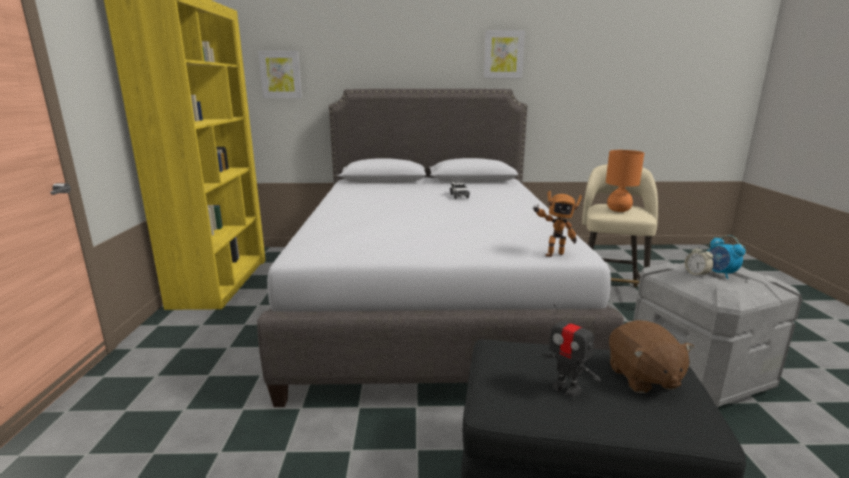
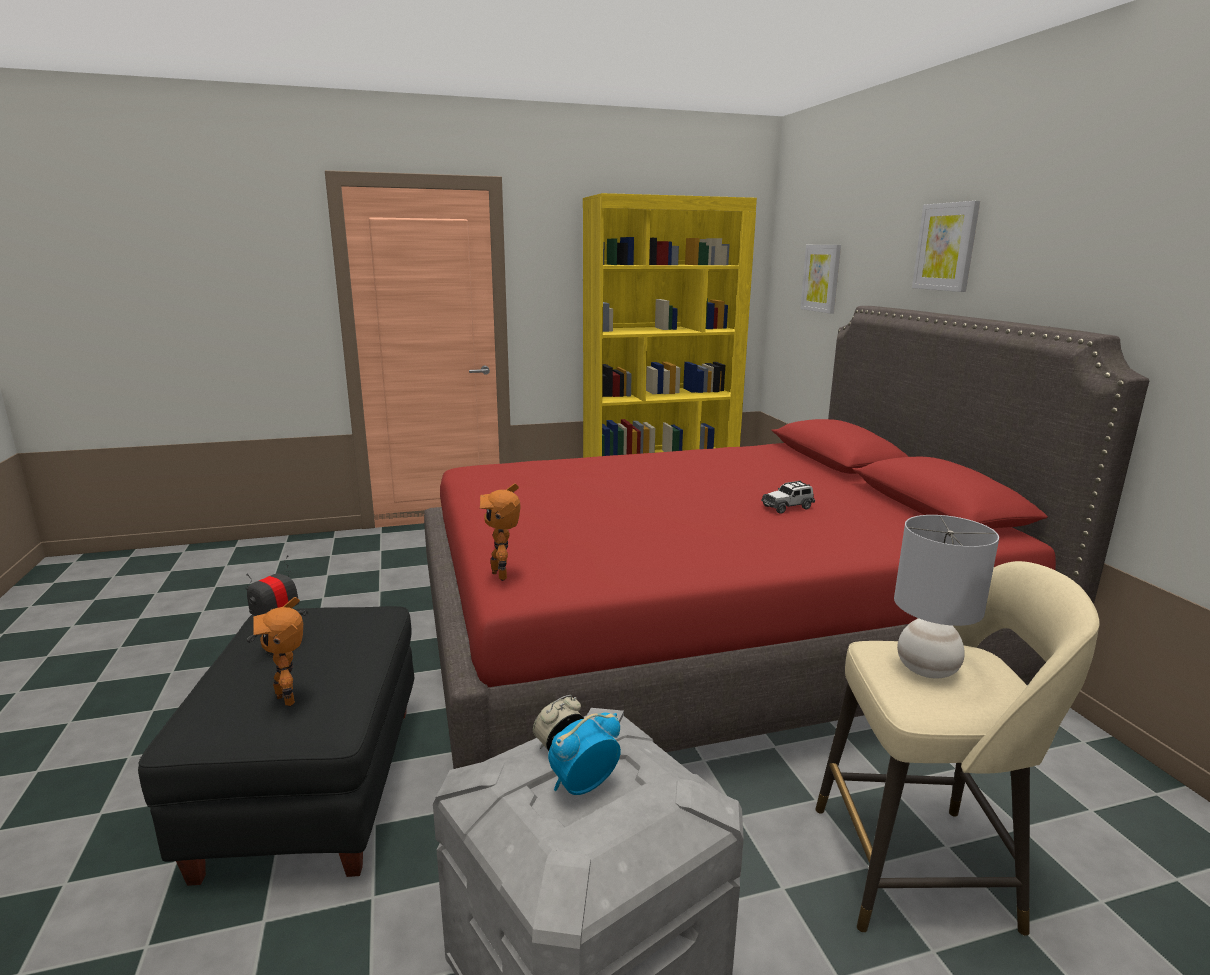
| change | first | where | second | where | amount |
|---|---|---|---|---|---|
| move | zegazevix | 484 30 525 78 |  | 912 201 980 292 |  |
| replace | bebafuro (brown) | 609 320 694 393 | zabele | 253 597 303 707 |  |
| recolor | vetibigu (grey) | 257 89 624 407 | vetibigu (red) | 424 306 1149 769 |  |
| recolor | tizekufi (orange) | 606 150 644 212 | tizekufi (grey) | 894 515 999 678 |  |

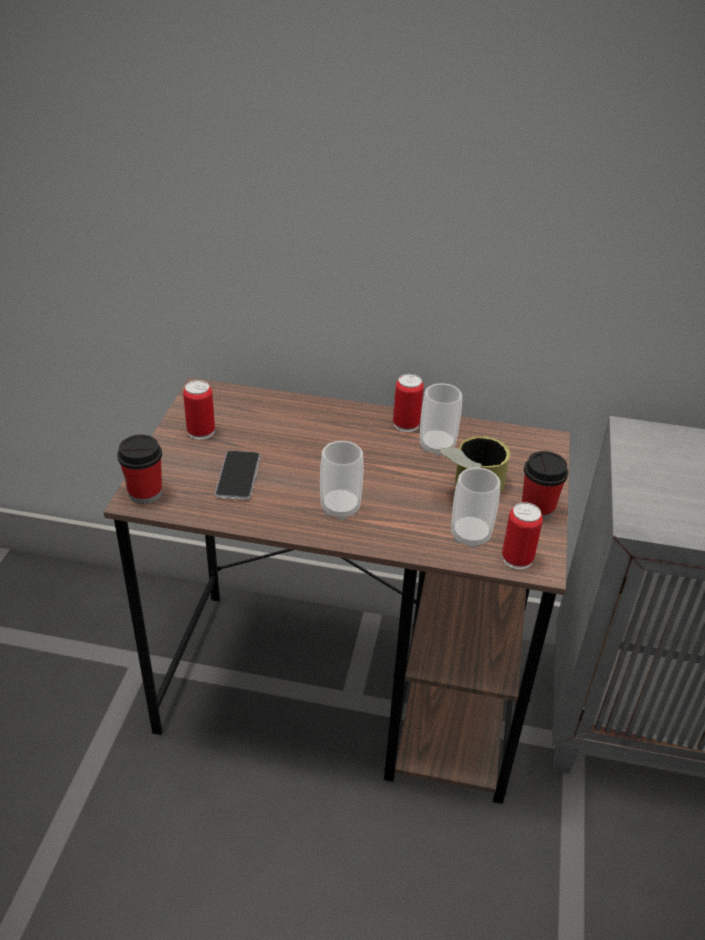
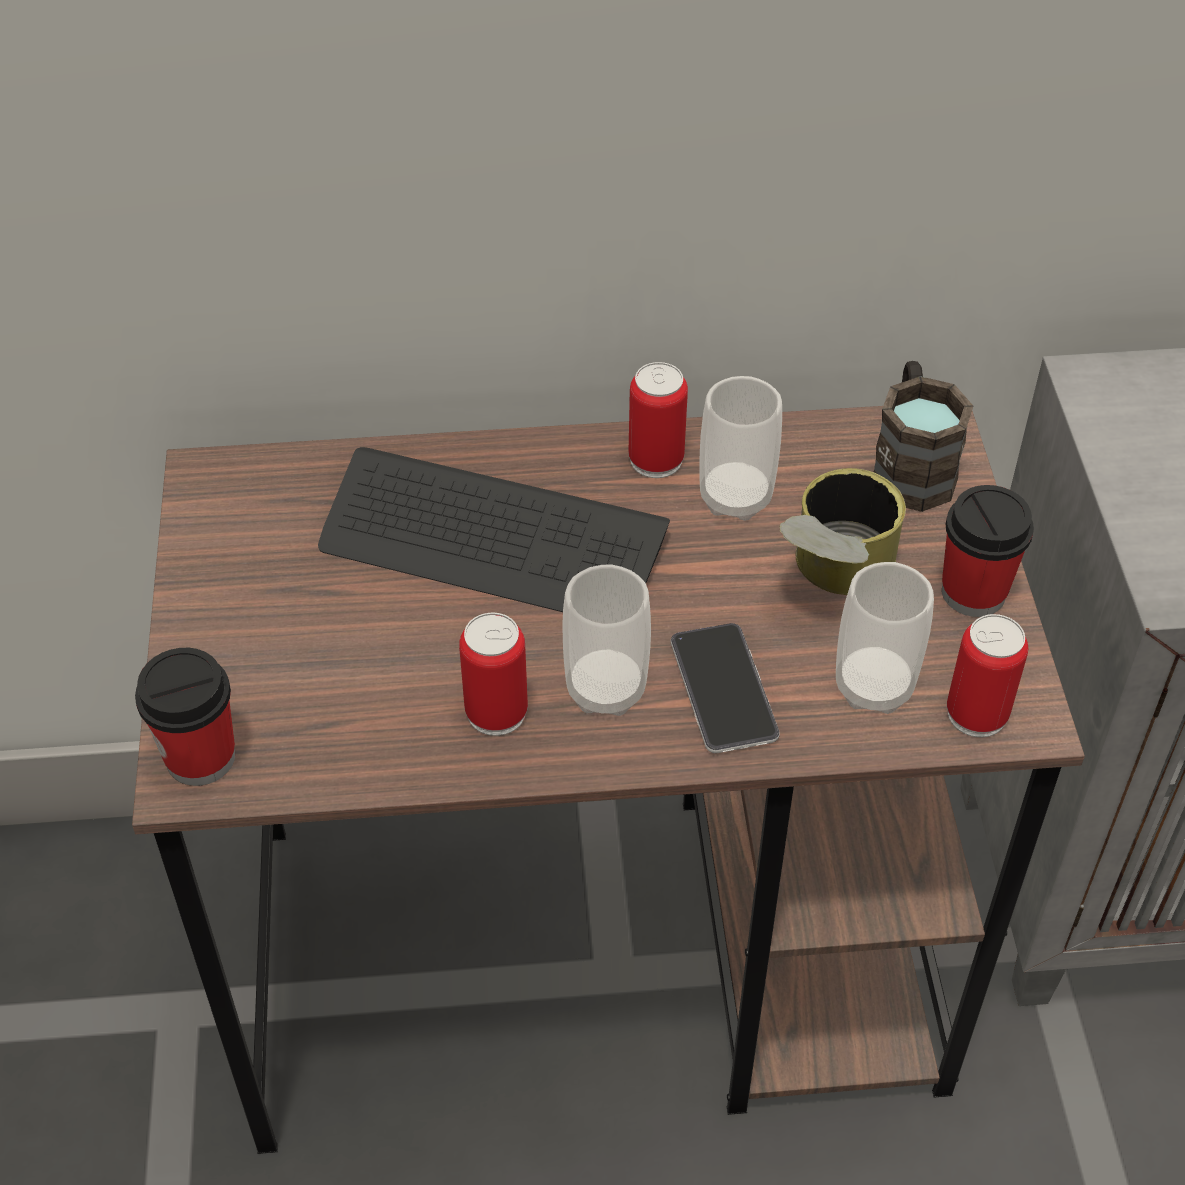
| change | first | where | second | where | amount |
|---|---|---|---|---|---|
| insert |  |  | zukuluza | 318 447 670 612 |  |
| insert |  |  | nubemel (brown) | 874 361 973 512 |  |
| move | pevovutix | 183 380 215 440 |  | 459 613 528 736 |  |
| move | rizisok | 215 451 260 500 |  | 671 623 780 753 |  |

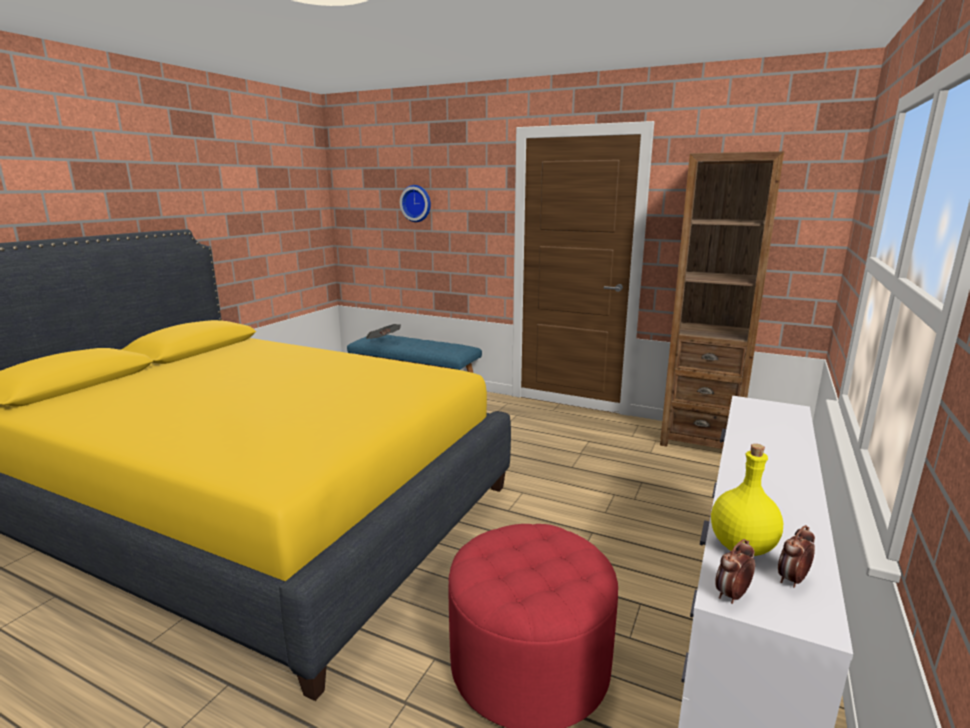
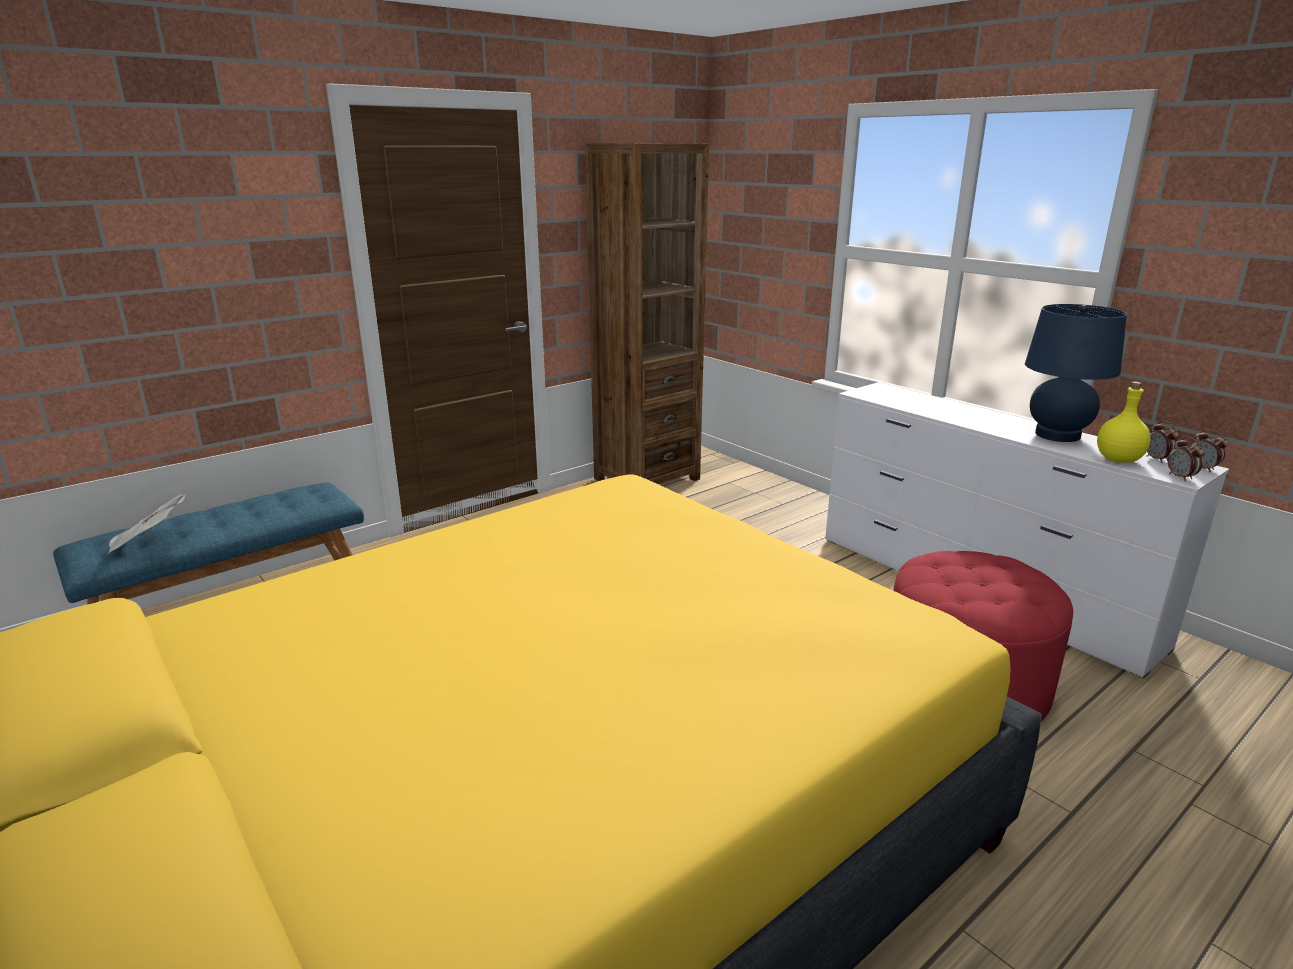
| change | first | where | second | where | amount |
|---|---|---|---|---|---|
| delete | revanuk | 400 185 431 222 |  |  |  |
| insert |  |  | tizekufi (blue) | 1025 304 1127 442 |  |
| insert |  |  | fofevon | 1191 429 1228 472 |  |

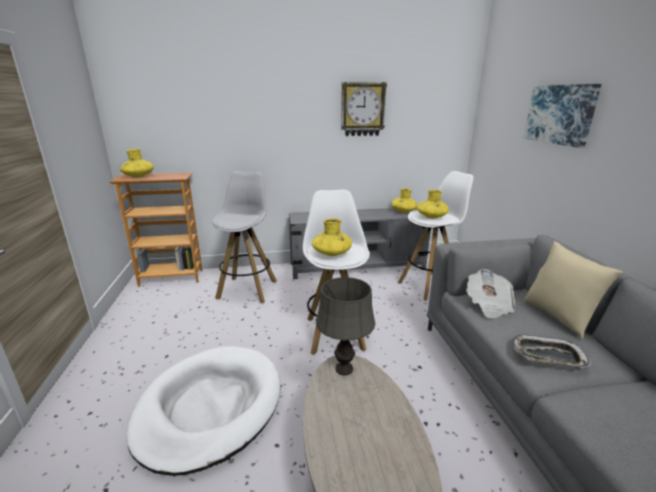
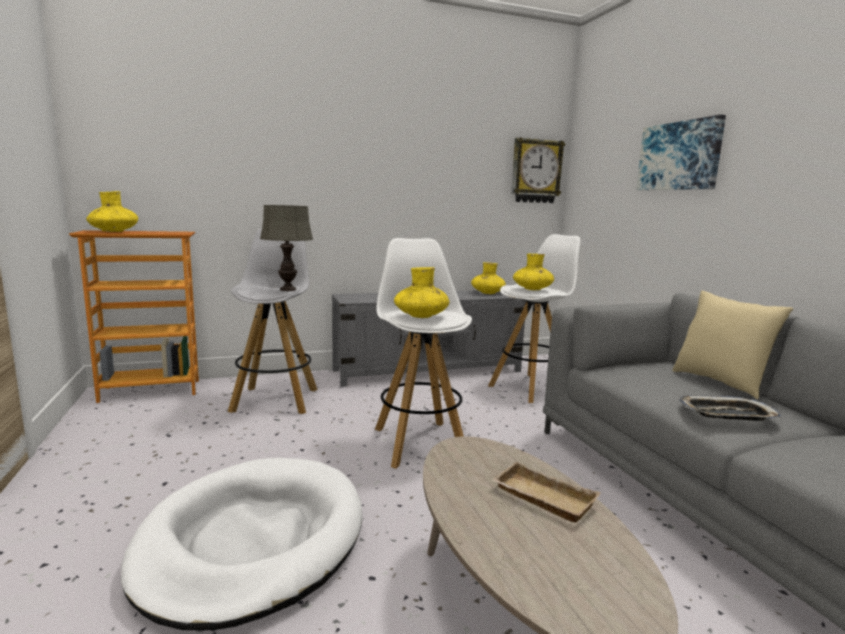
| change | first | where | second | where | amount |
|---|---|---|---|---|---|
| delete | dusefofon | 466 269 515 318 |  |  |  |
| insert |  |  | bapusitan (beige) | 491 462 600 523 |  |
| move | tizekufi (grey) | 316 277 375 375 |  | 260 205 313 291 |  |
| move | revanuk | 341 82 387 136 |  | 511 137 565 203 |  |

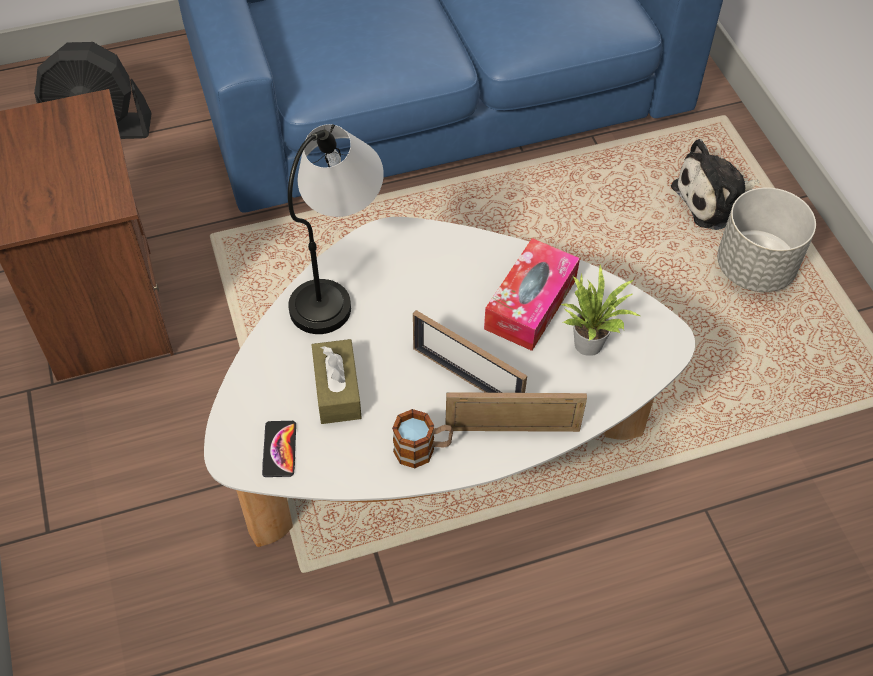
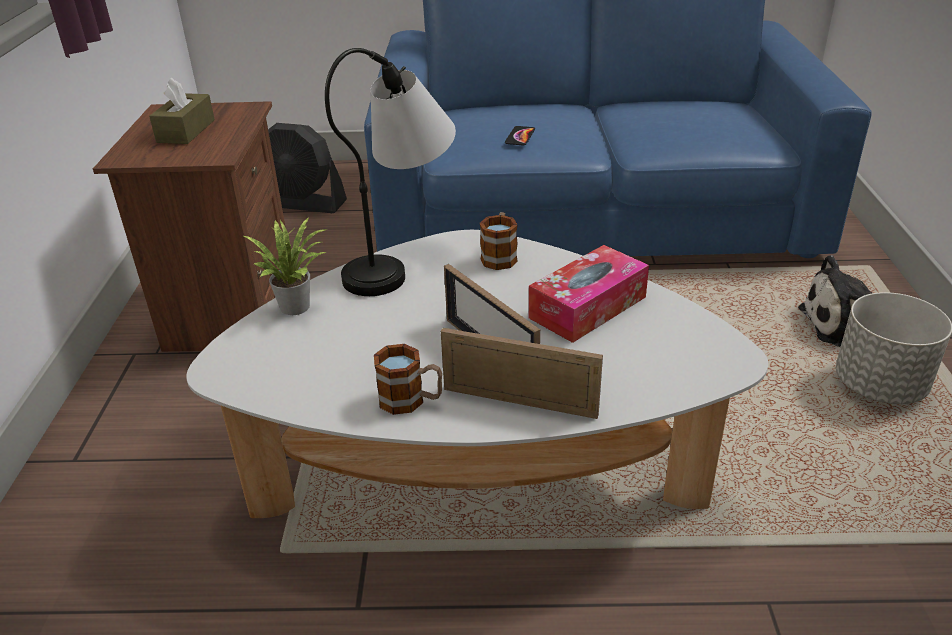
| change | first | where | second | where | amount |
|---|---|---|---|---|---|
| insert |  |  | nubemel | 480 212 518 270 |  |
| move | rizisok | 262 421 296 477 |  | 505 126 535 145 |  |
| move | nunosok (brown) | 312 339 362 424 |  | 149 77 215 144 |  |
| move | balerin | 561 265 640 356 |  | 242 217 327 315 |  |

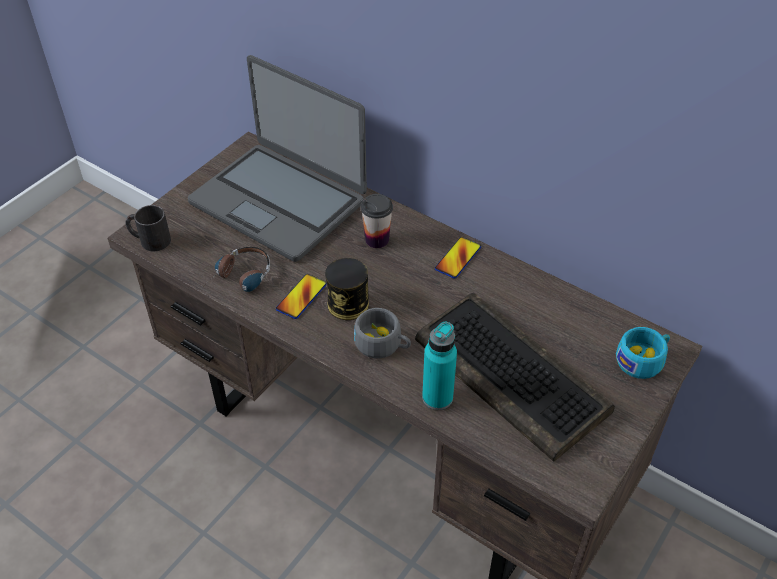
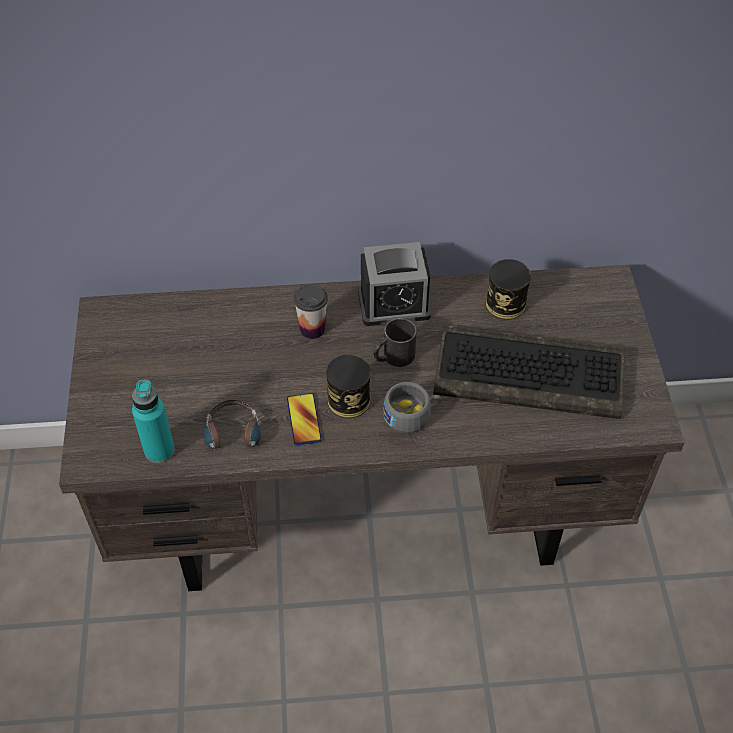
| change | first | where | second | where | amount |
|---|---|---|---|---|---|
| delete | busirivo | 188 55 367 262 |  |  |  |
| delete | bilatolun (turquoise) | 616 327 670 379 |  |  |  |
| insert |  |  | pevovutix | 486 259 531 320 |  |
| move | nubemel (black) | 126 205 171 251 |  | 373 318 417 367 |  |
| move | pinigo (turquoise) | 422 322 457 410 |  | 132 379 175 463 |  |
| replace | rizisok | 435 237 481 279 | fofevon | 358 242 431 326 |  |

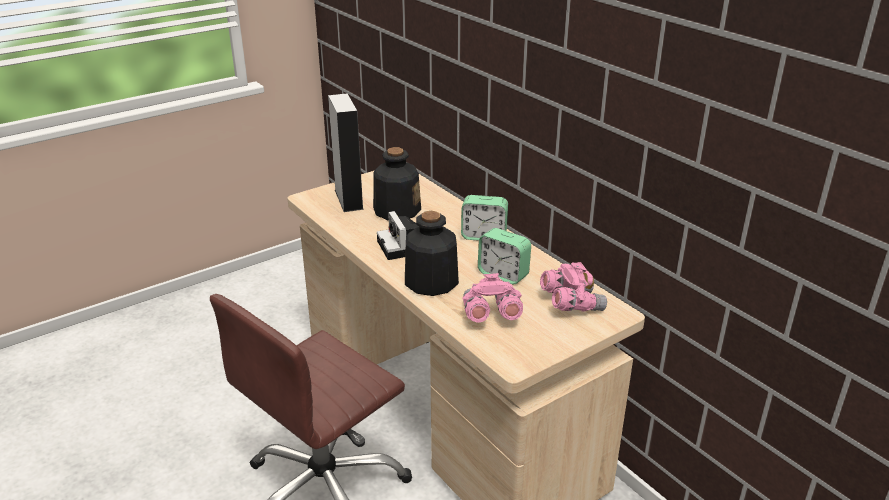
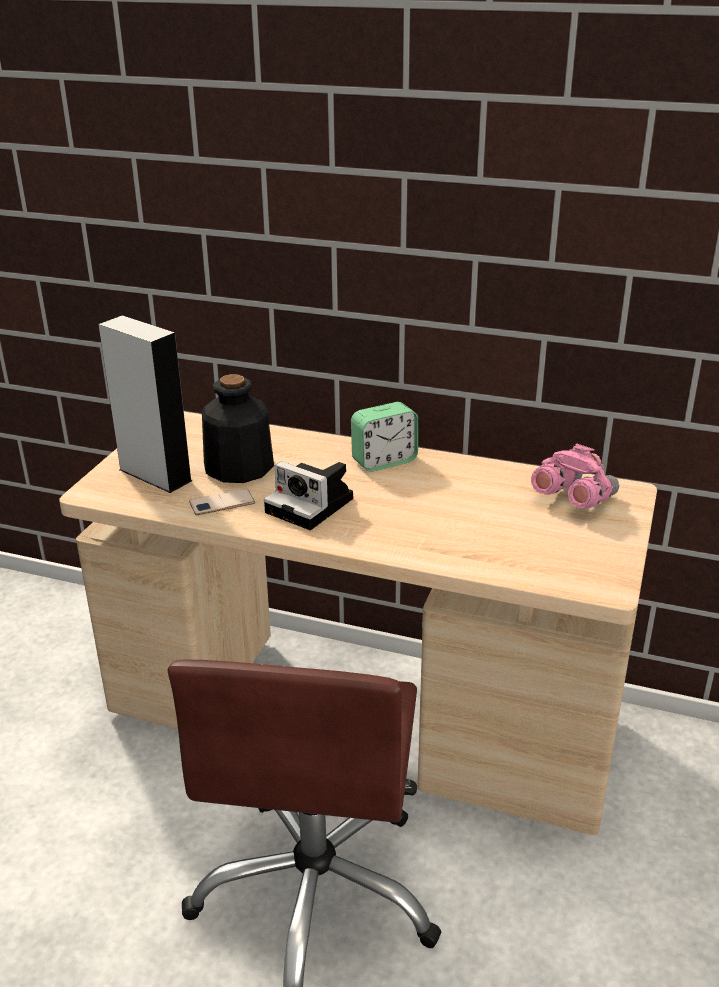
| change | first | where | second | where | amount |
|---|---|---|---|---|---|
| delete | pinigo | 405 211 459 296 |  |  |  |
| delete | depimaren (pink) | 462 273 523 323 |  |  |  |
| delete | fofevon | 478 228 531 284 |  |  |  |
| insert |  |  | rizisok | 189 489 255 515 |  |

